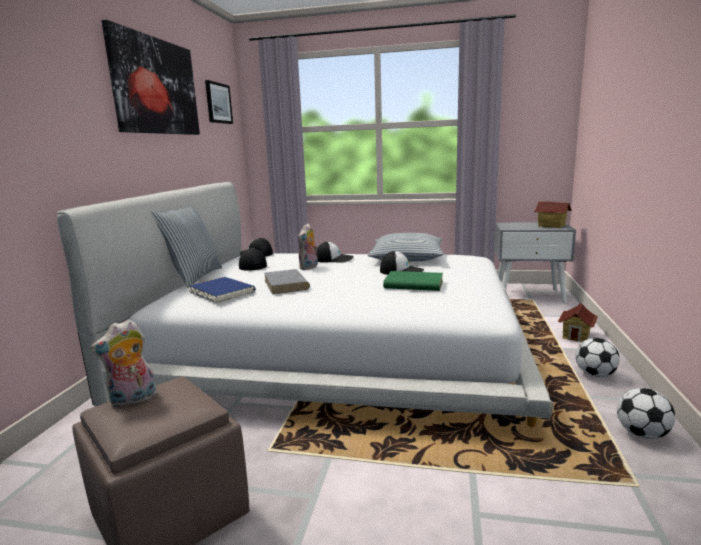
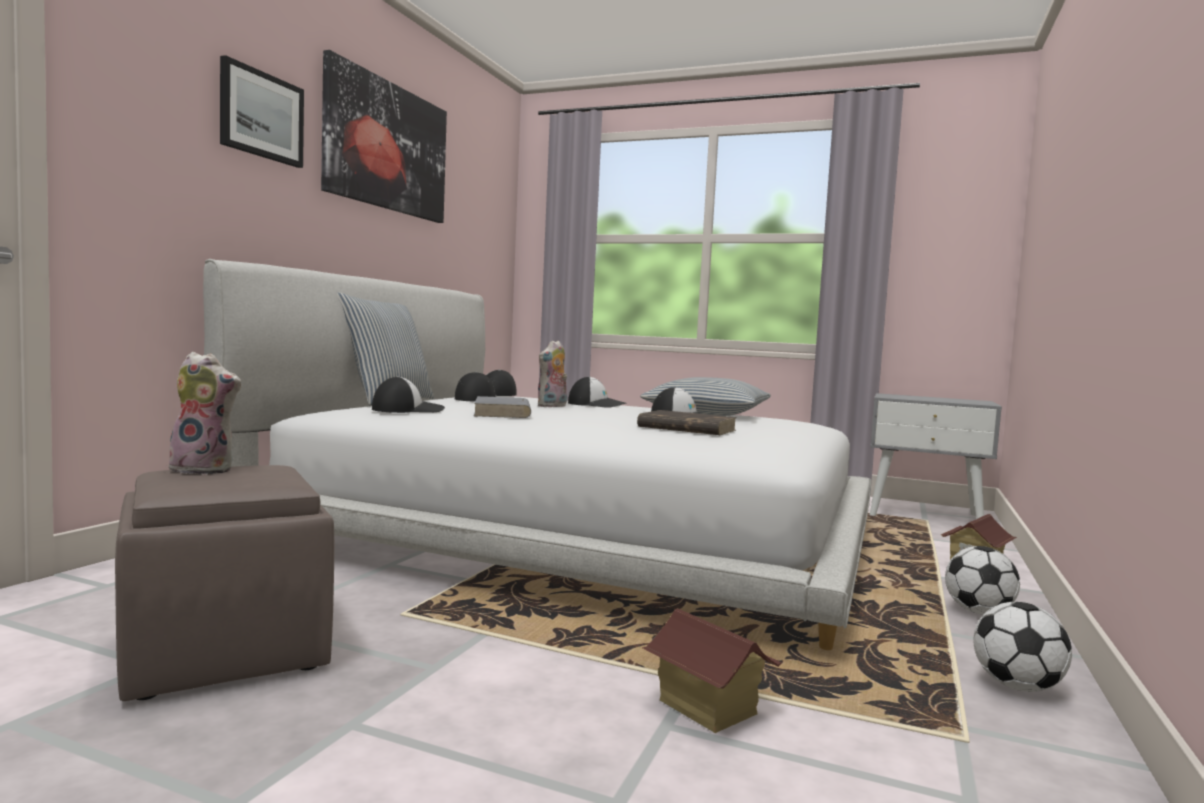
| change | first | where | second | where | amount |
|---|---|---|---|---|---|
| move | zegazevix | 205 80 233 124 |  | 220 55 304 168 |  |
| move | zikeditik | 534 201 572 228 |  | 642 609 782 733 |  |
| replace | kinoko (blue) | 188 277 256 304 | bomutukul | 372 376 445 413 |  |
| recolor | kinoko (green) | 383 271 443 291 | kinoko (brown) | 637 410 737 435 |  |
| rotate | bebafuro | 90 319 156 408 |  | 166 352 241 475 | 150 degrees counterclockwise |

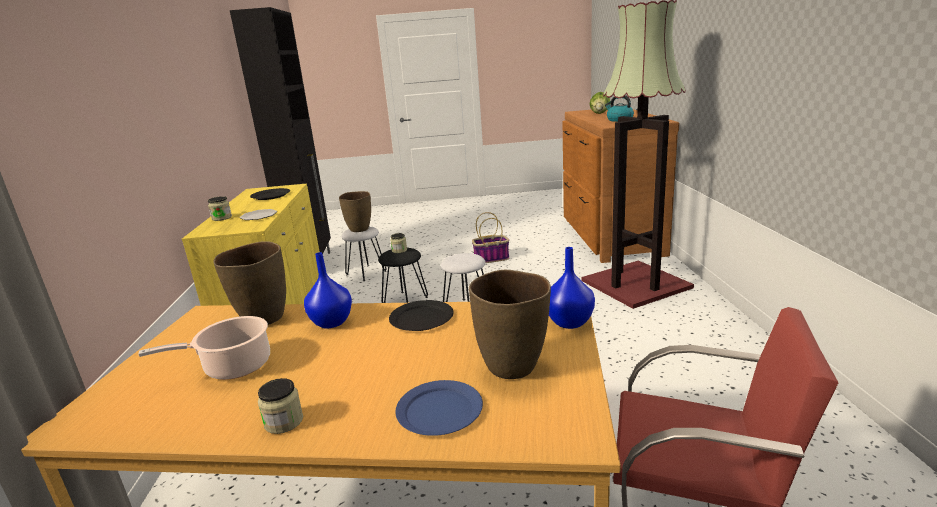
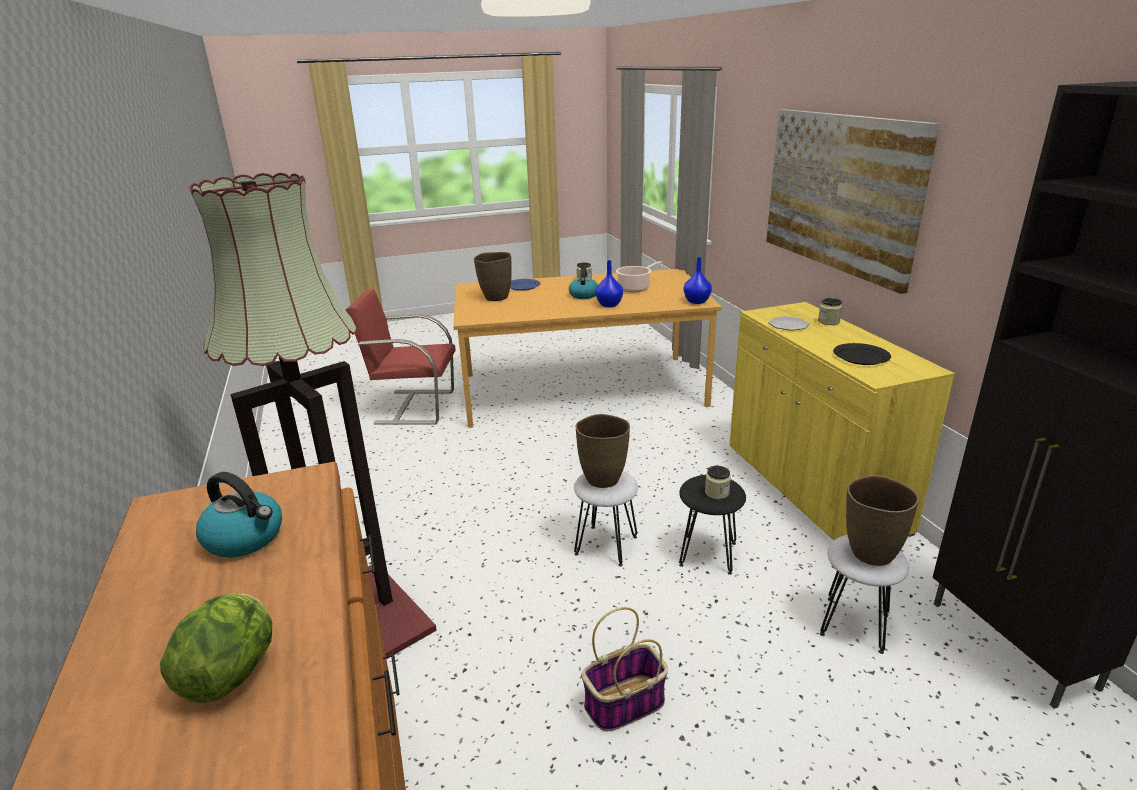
| change | first | where | second | where | amount |
|---|---|---|---|---|---|
| delete | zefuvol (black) | 389 300 454 331 |  |  |  |
| insert |  |  | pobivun | 569 267 598 299 |  |
| insert |  |  | zegazevix | 766 109 940 294 |  |
| move | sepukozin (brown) | 213 241 286 325 |  | 576 414 630 488 |  |
| move | sepukozin (blue) | 549 247 595 329 |  | 684 257 712 304 |  |

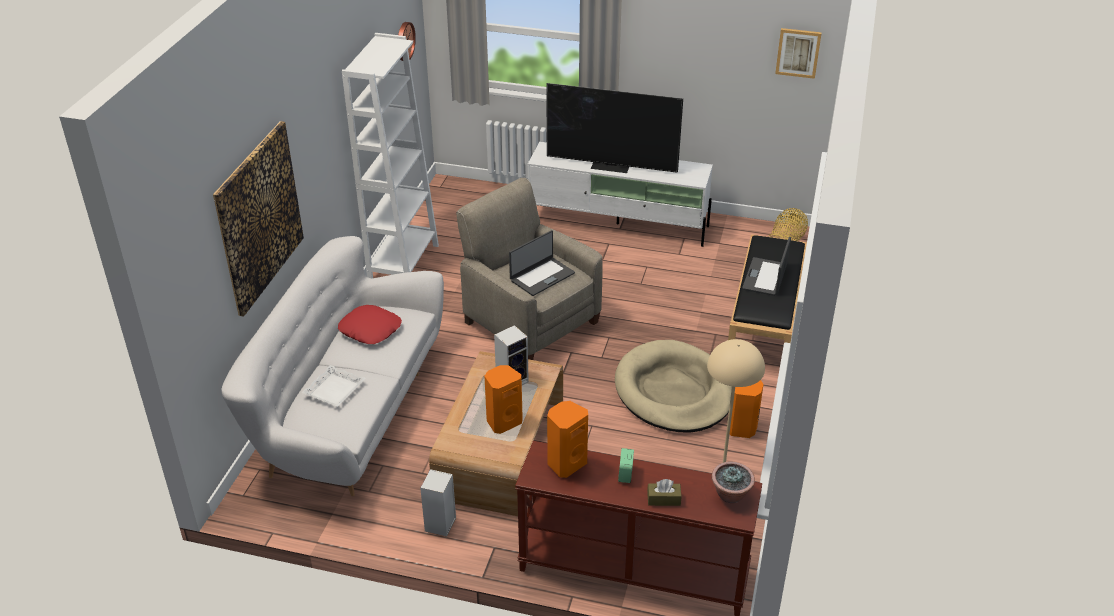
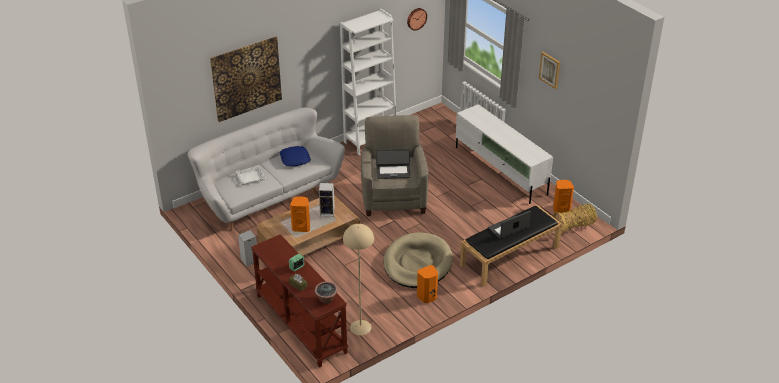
| change | first | where | second | where | amount |
|---|---|---|---|---|---|
| delete | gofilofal | 546 83 683 173 |  |  |  |
| move | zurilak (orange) | 547 401 588 478 |  | 553 180 574 213 |  |
| move | zegazevix | 775 28 822 79 |  | 539 52 560 89 |  |
| recolor | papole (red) | 338 305 402 344 | papole (blue) | 280 146 311 166 |  |

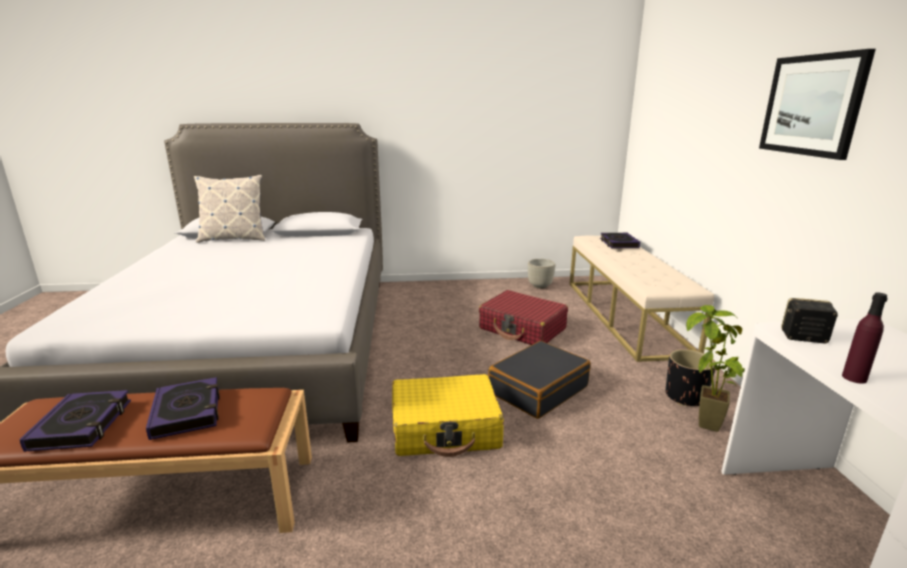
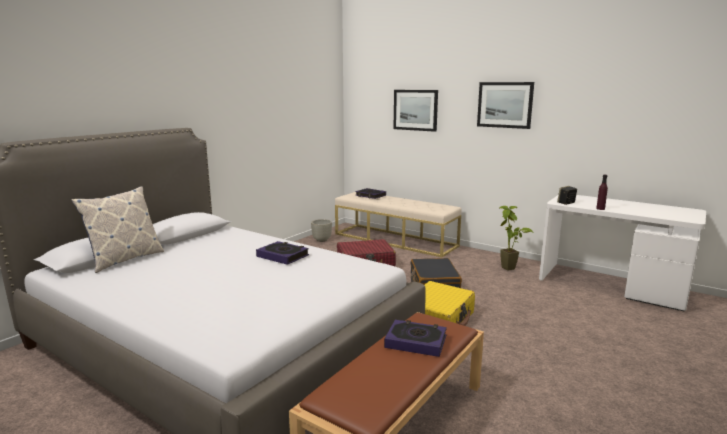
| change | first | where | second | where | amount |
|---|---|---|---|---|---|
| delete | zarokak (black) | 665 349 716 406 |  |  |  |
| insert |  |  | zegazevix | 393 90 438 132 |  |
| move | kinoko | 19 390 131 452 |  | 256 241 309 265 |  |

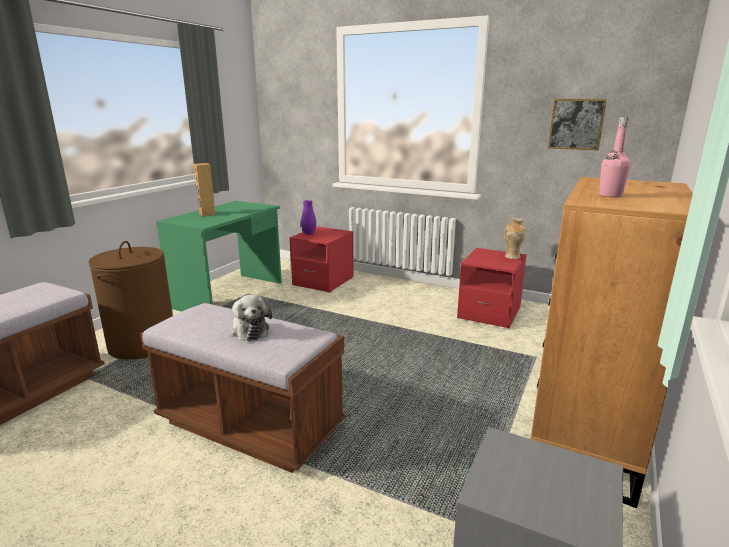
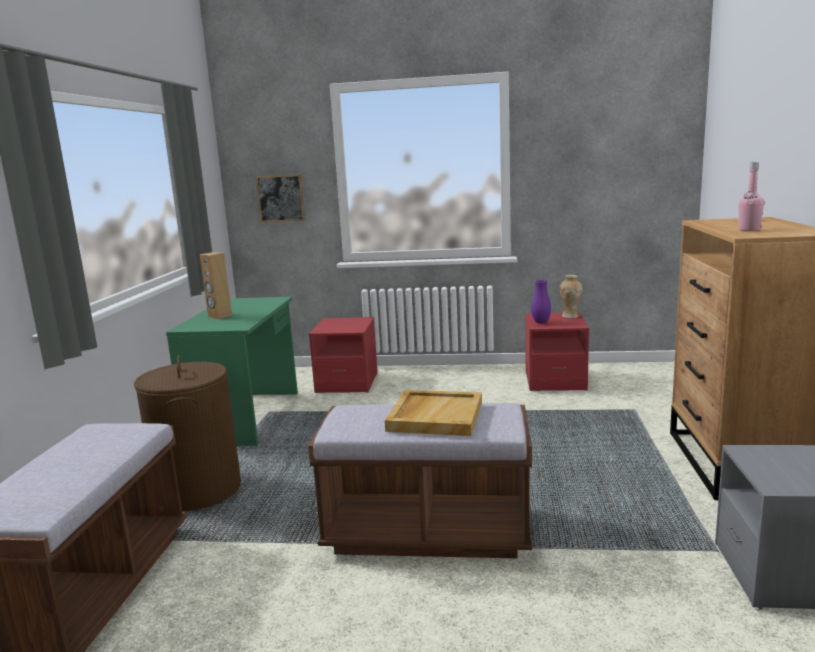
| change | first | where | second | where | amount |
|---|---|---|---|---|---|
| move | sepukozin (purple) | 301 200 316 235 |  | 531 280 551 324 |  |
| move | zegazevix | 548 99 607 150 |  | 256 174 305 222 |  |
| replace | bebafuro | 230 295 272 341 | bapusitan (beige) | 385 390 482 436 |  |

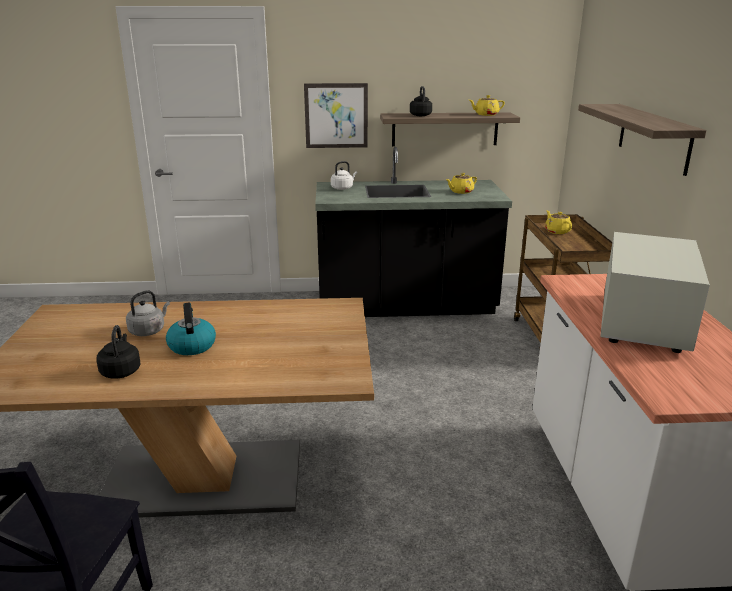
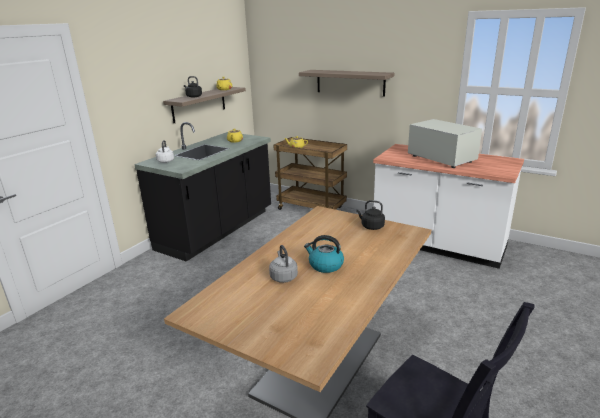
| change | first | where | second | where | amount |
|---|---|---|---|---|---|
| delete | zegazevix | 304 83 368 148 |  |  |  |
| move | pobivun (black) | 96 325 140 379 |  | 356 200 385 230 |  |

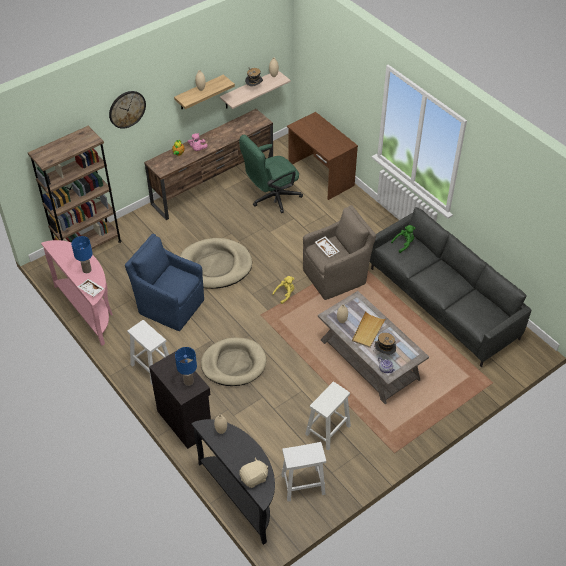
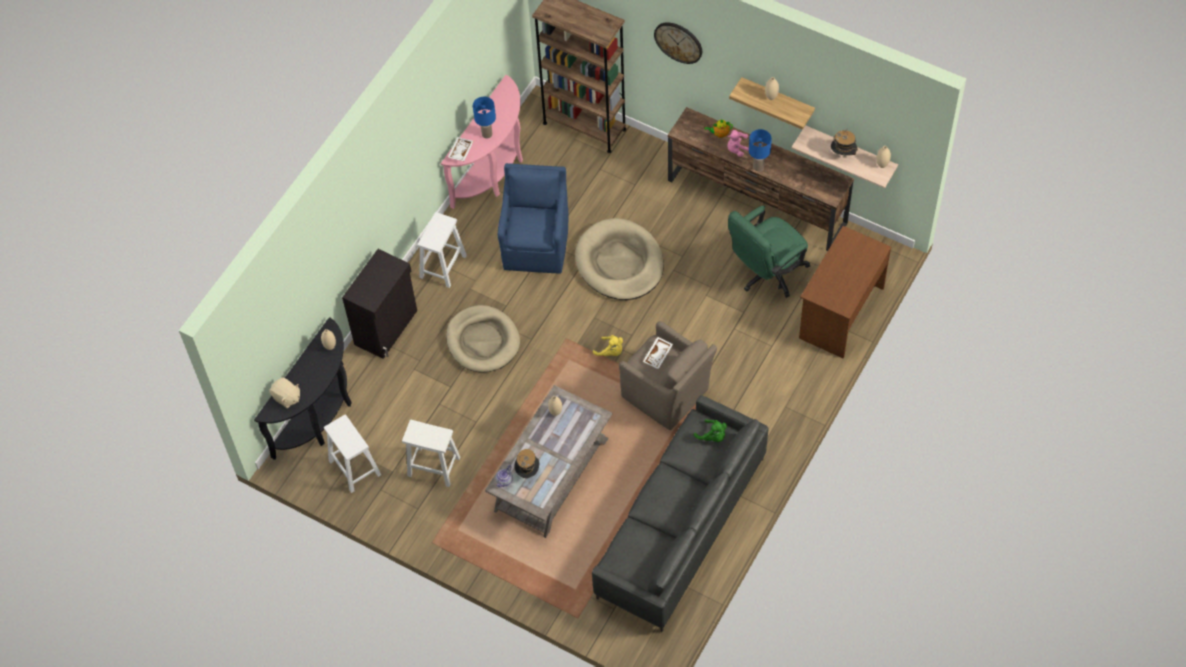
| change | first | where | second | where | amount |
|---|---|---|---|---|---|
| delete | bapusitan (beige) | 352 311 386 348 |  |  |  |
| move | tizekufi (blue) | 175 347 197 386 |  | 749 129 772 171 |  |
| rotate | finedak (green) | 239 135 303 213 |  | 728 206 810 298 | 75 degrees counterclockwise |

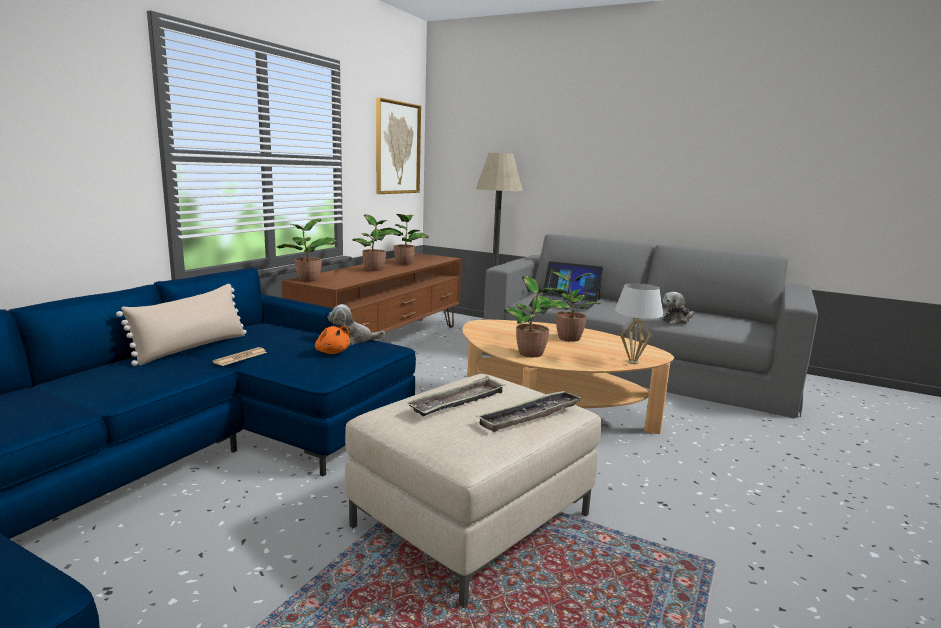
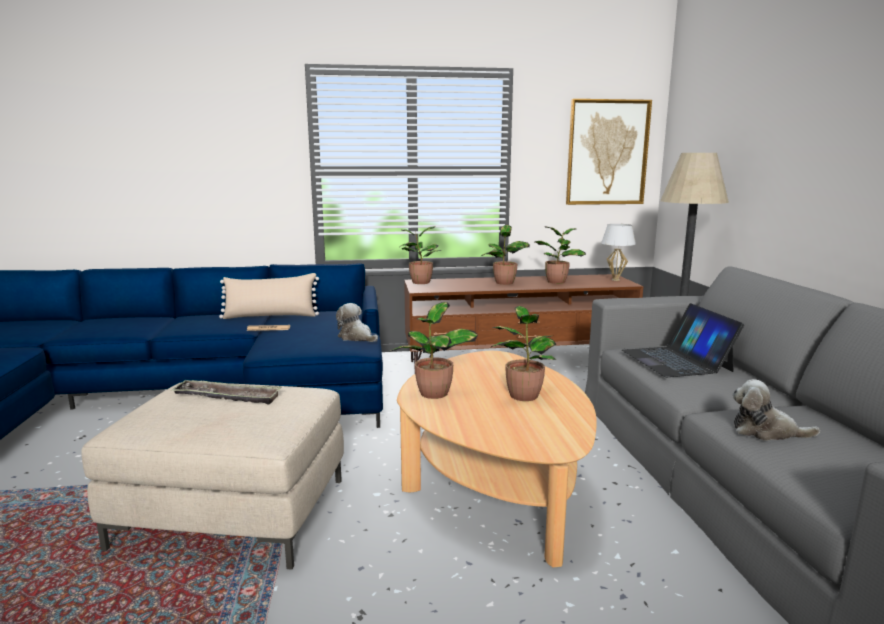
| change | first | where | second | where | amount |
|---|---|---|---|---|---|
| delete | bebafuro (orange) | 315 326 350 354 |  |  |  |
| delete | bapusitan | 476 390 583 432 |  |  |  |
| move | tizekufi (white) | 615 283 664 364 |  | 601 224 636 281 |  |

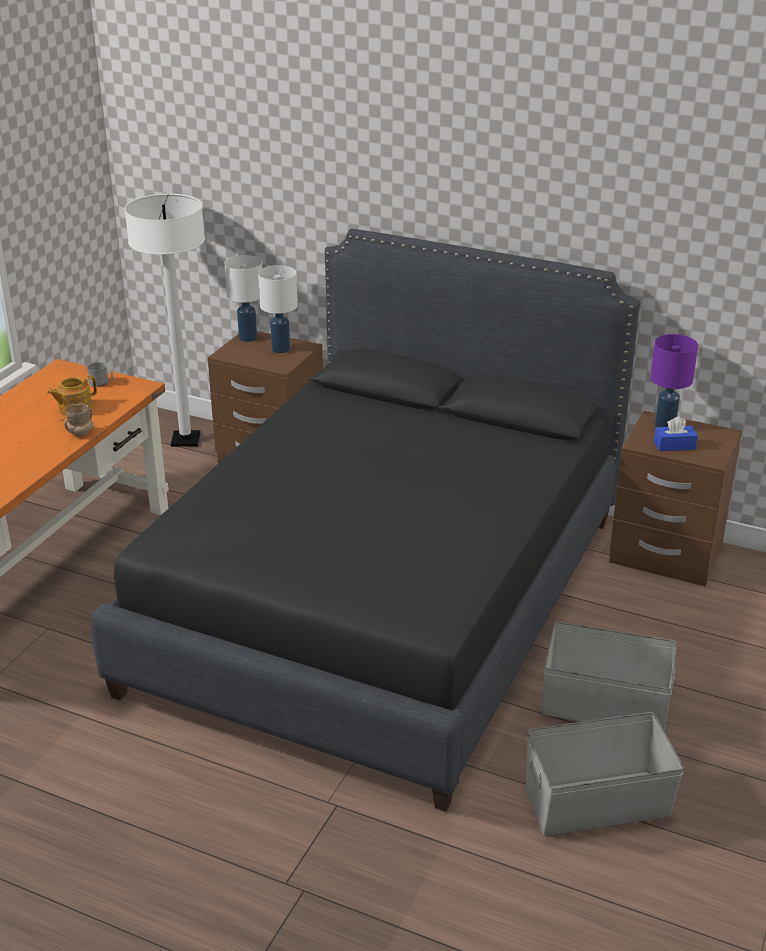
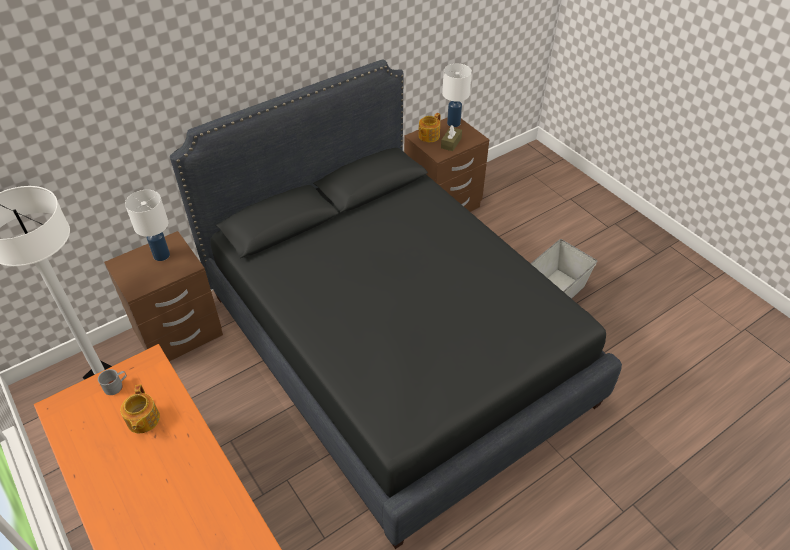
| change | first | where | second | where | amount |
|---|---|---|---|---|---|
| delete | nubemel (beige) | 64 403 94 436 |  |  |  |
| delete | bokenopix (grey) | 526 712 684 836 |  |  |  |
| move | tizekufi (white) | 224 255 262 342 |  | 442 64 472 127 |  |
| replace | tizekufi (purple) | 650 334 698 427 | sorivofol | 419 113 441 142 |  |
| recolor | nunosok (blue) | 654 417 698 451 | nunosok (brown) | 441 125 462 151 |  |

